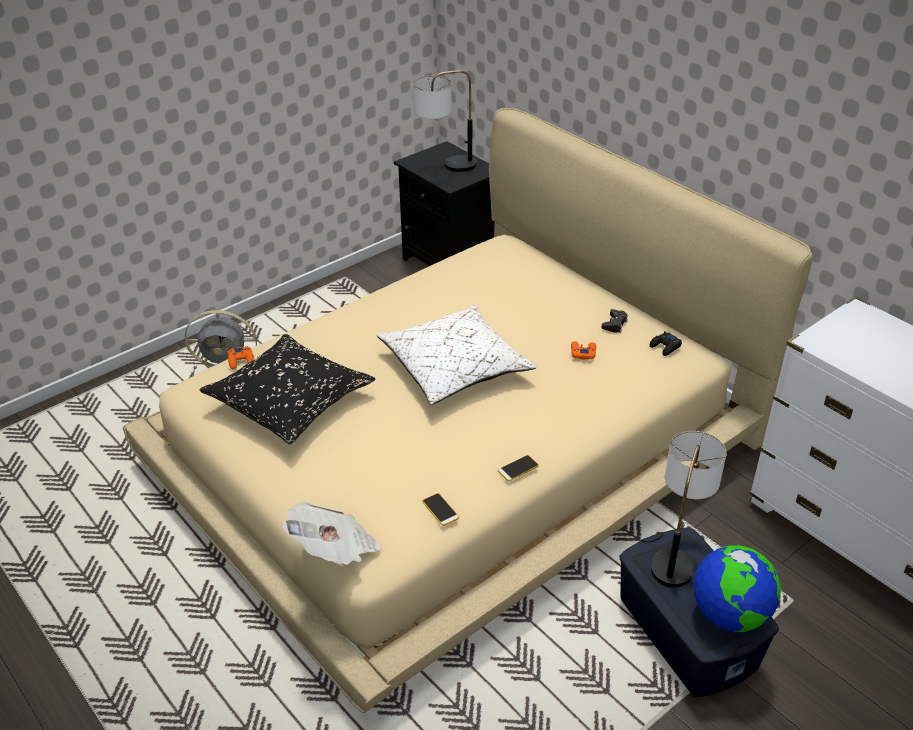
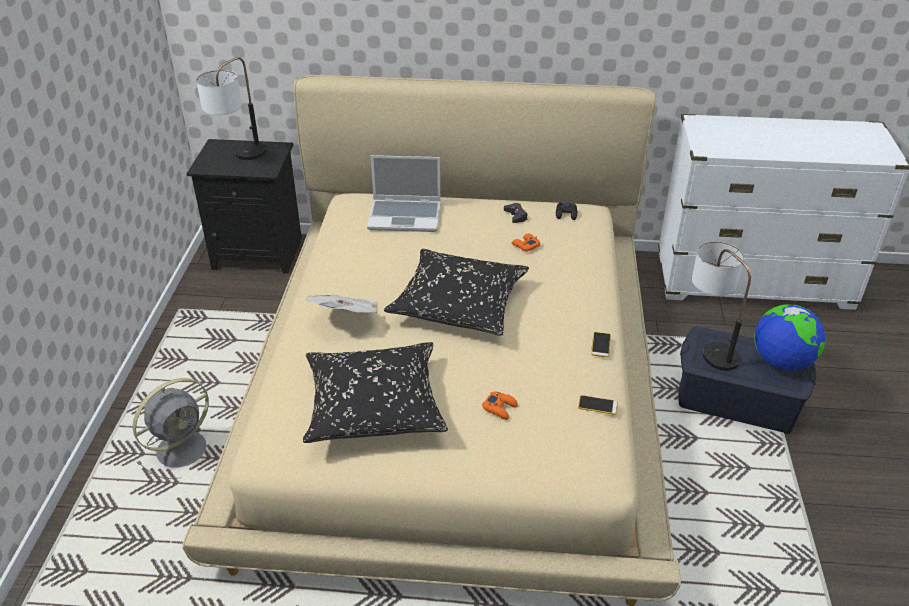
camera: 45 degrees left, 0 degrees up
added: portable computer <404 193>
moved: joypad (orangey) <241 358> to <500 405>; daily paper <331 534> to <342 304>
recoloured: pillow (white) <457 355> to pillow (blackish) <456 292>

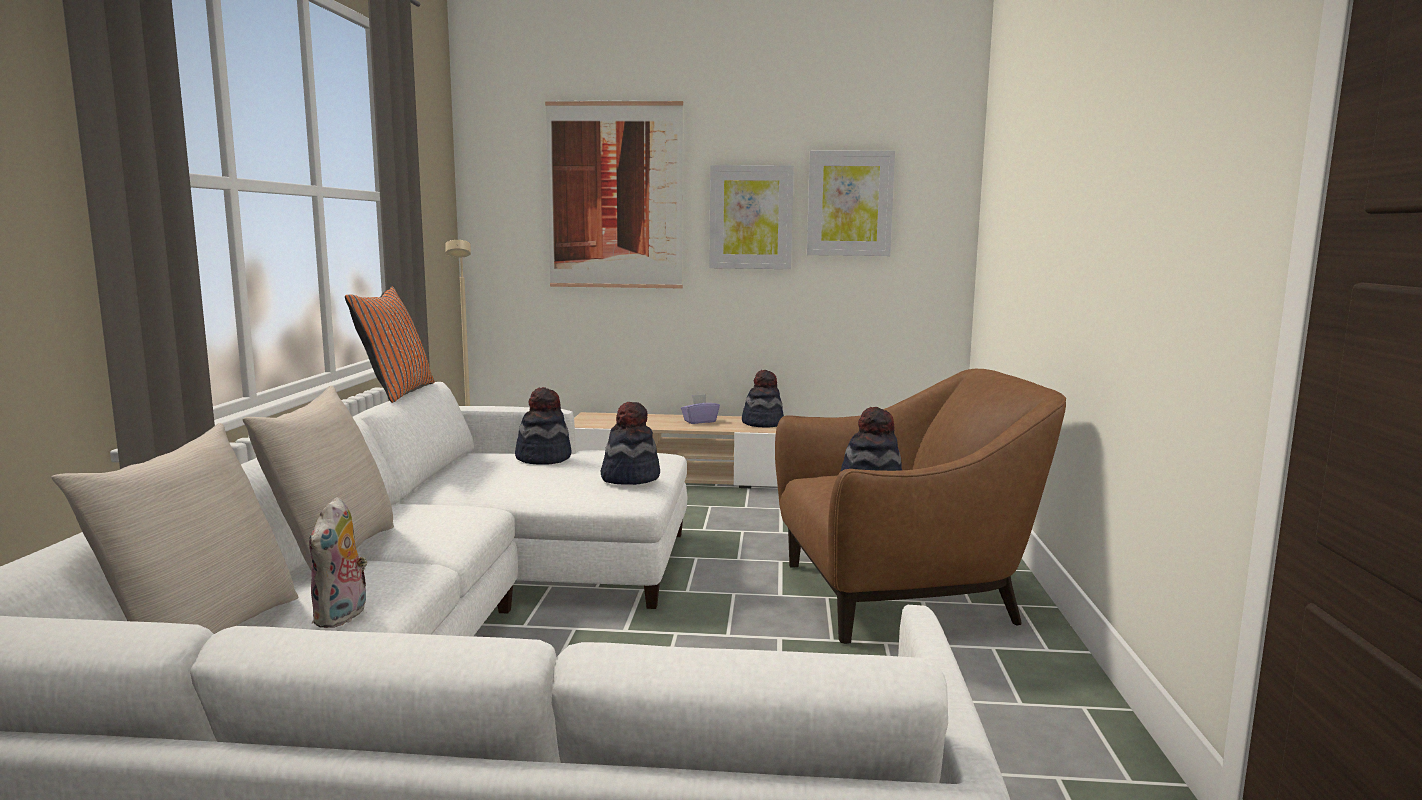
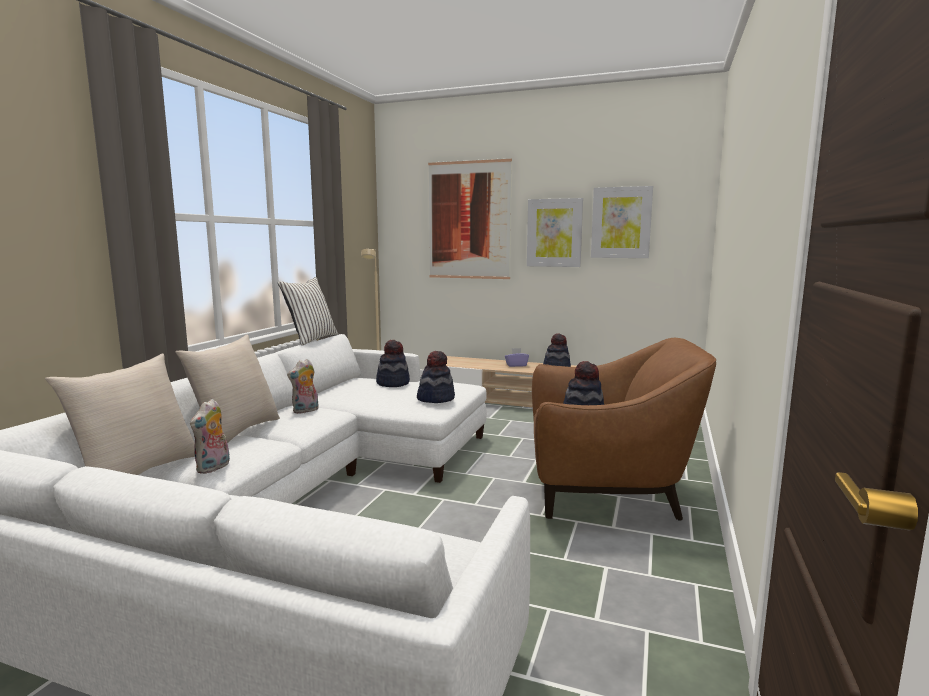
camera: 15 degrees right, 0 degrees up
added: cuddly toy <303 386>
recoloured: pillow (orangey) <389 345> to pillow (white) <308 311>

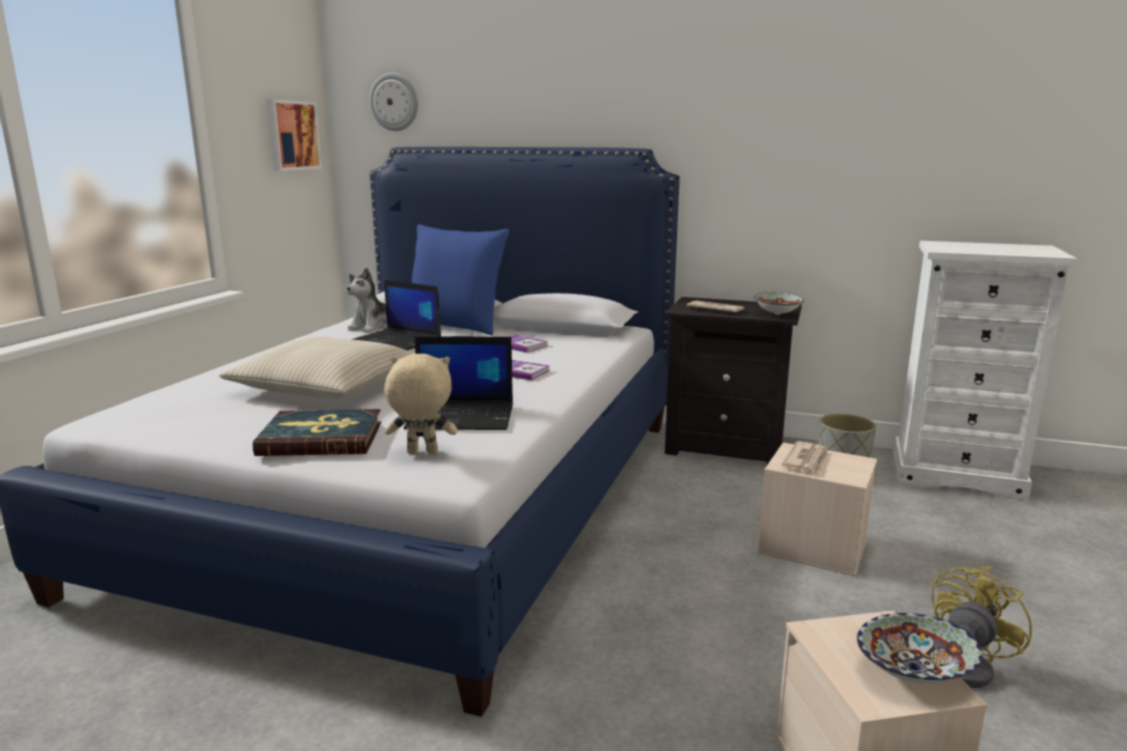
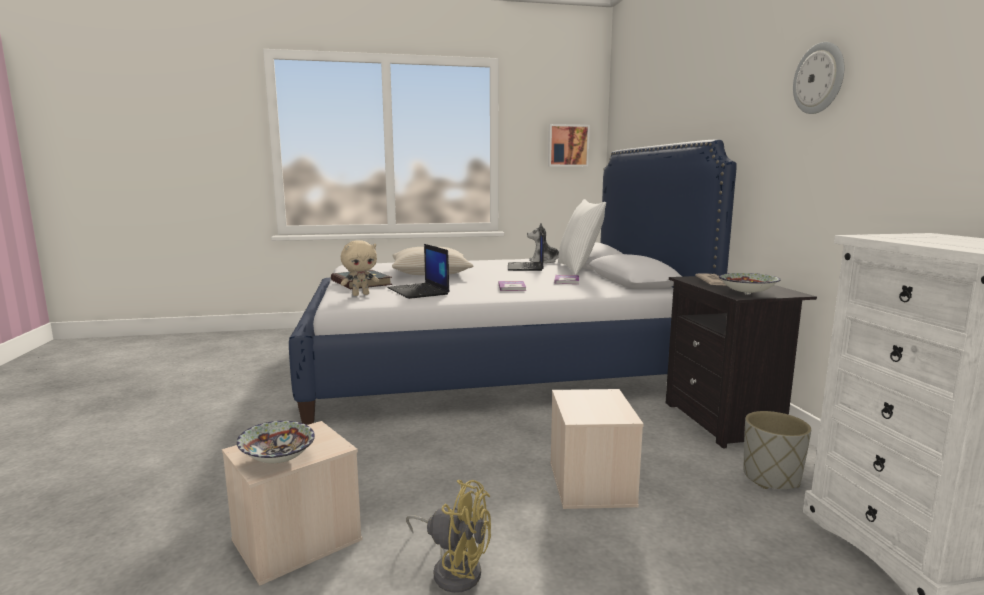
camera: 60 degrees right, 5 degrees down
removed: daily paper <805 457>
moved: wall clock <393 102> to <818 78>
recoloured: pillow (blue) <461 279> to pillow (white) <582 237>
turned: cuddly toy (beige-coloured) <420 404> = <360 268> 90 degrees clockwise

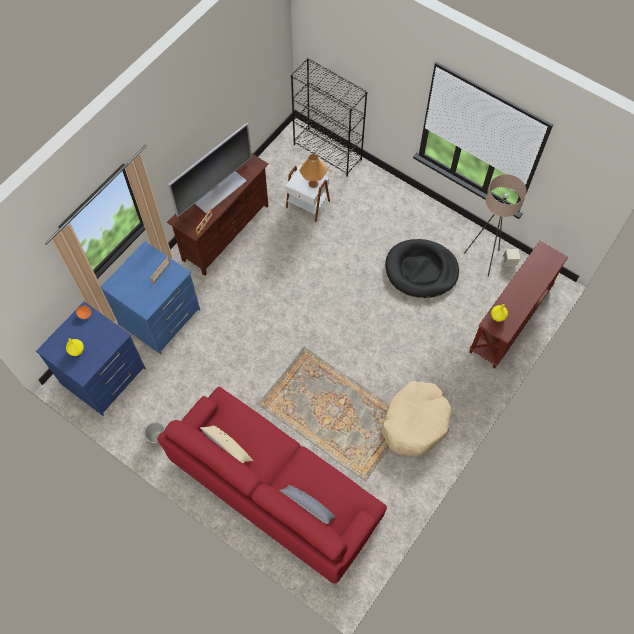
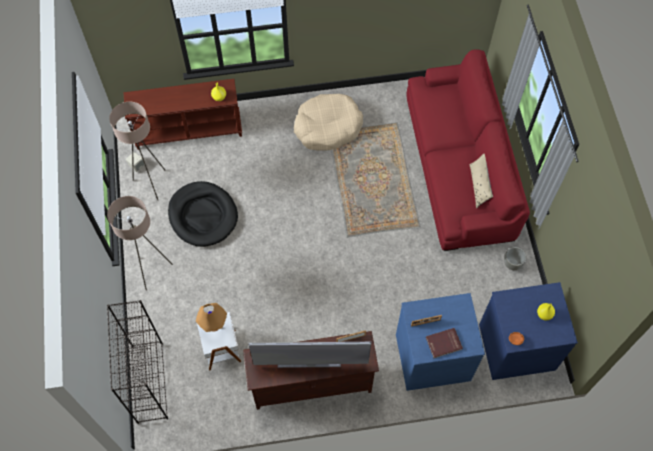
camera: 135 degrees left, 0 degrees up
removed: pillow (greyish) <307 504>
added: standard lamp (beige-coloured) <140 243>; book (reddish) <444 343>

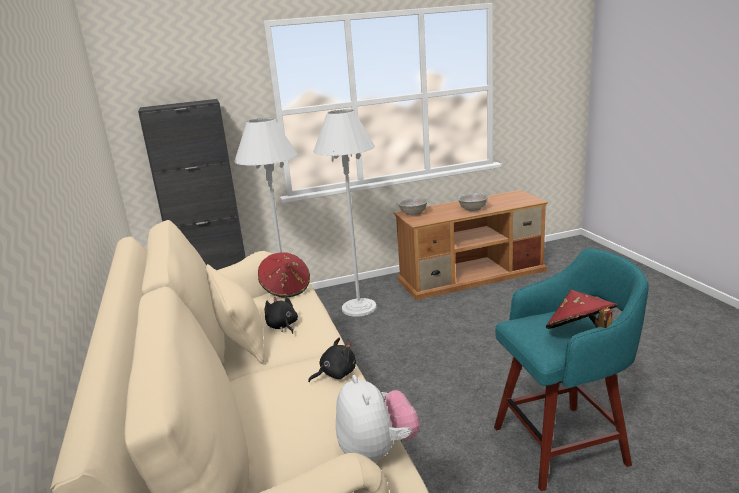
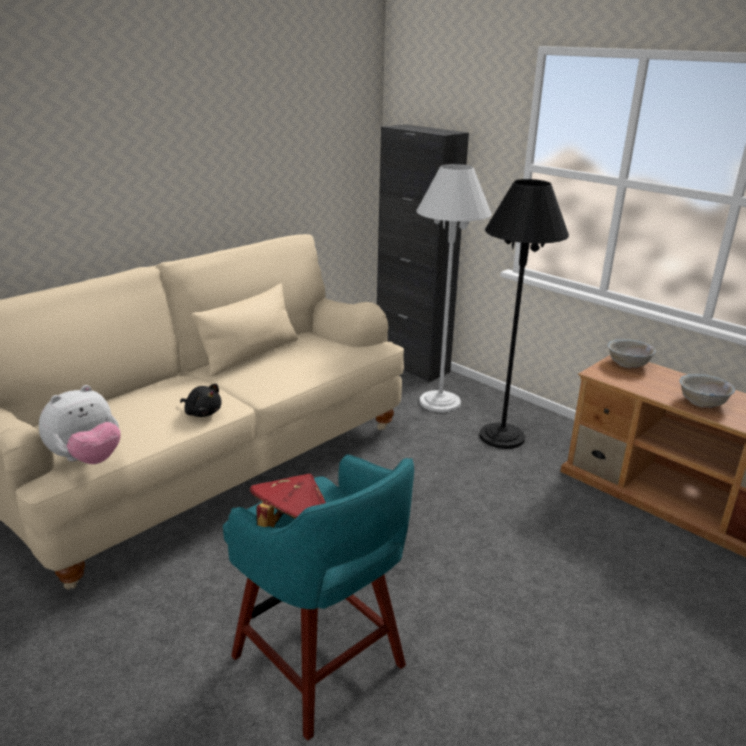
camera: 60 degrees right, 5 degrees up
removed: clothing hat (reddish) <284 274>; cuddly toy (blackish) <281 314>
recoloured: standard lamp (white) <345 213> to standard lamp (blackish) <524 314>

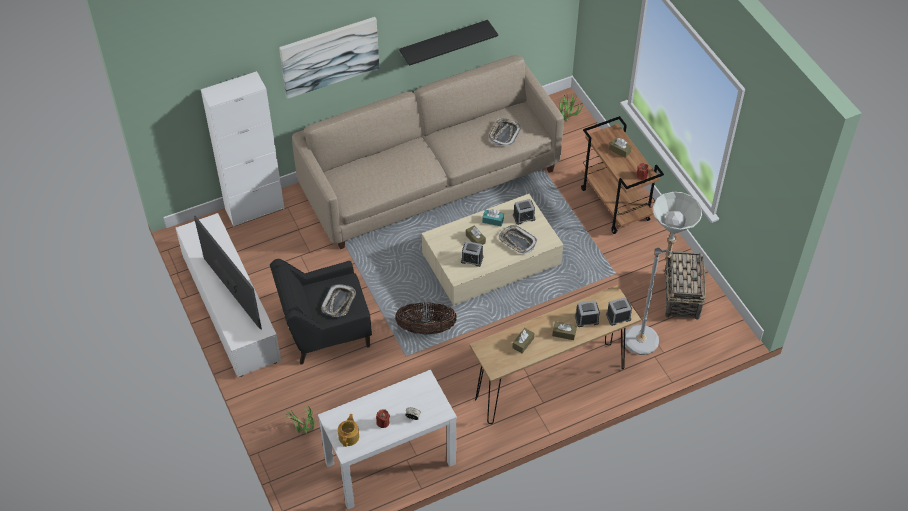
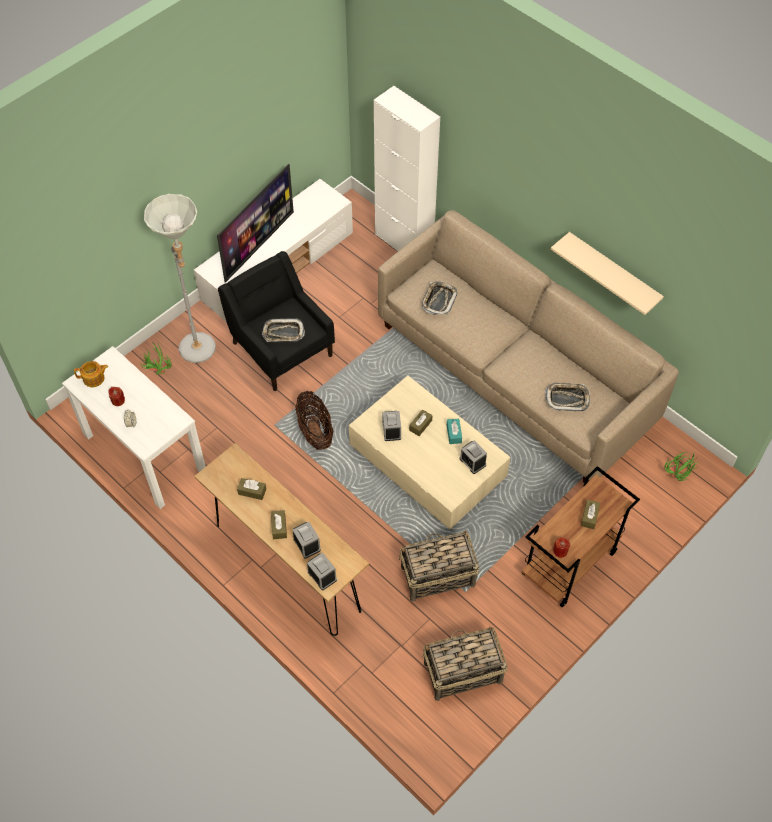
camera: 70 degrees right, 5 degrees up
removed: picture <329 58>
added: storage basket <439 566>
moved: serving tray <517 239> to <439 298>; standard lamp (greyish) <662 273> to <180 278>
recoloured: shelf (blackish) <448 43> to shelf (beige-coloured) <607 273>

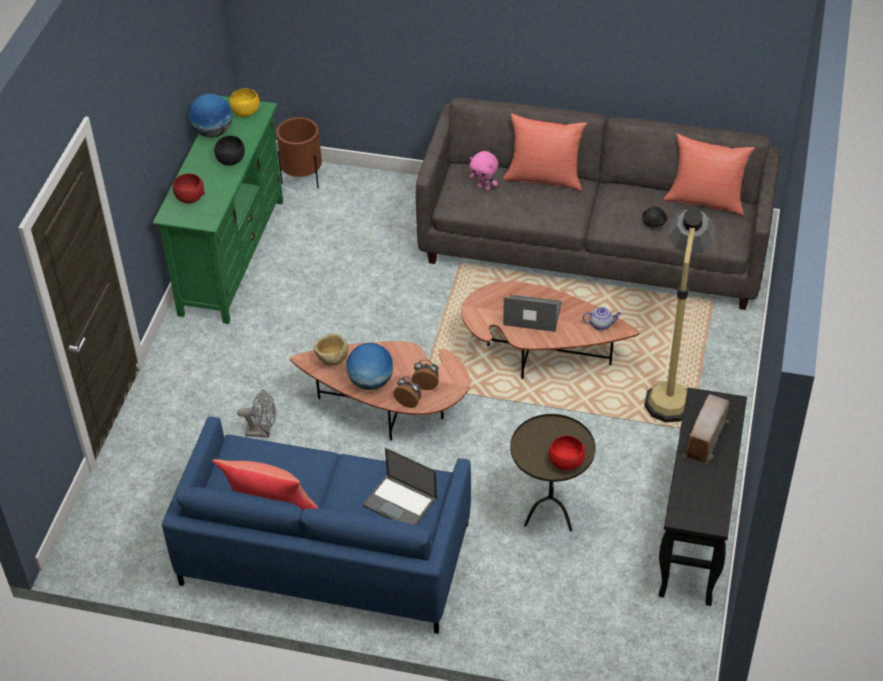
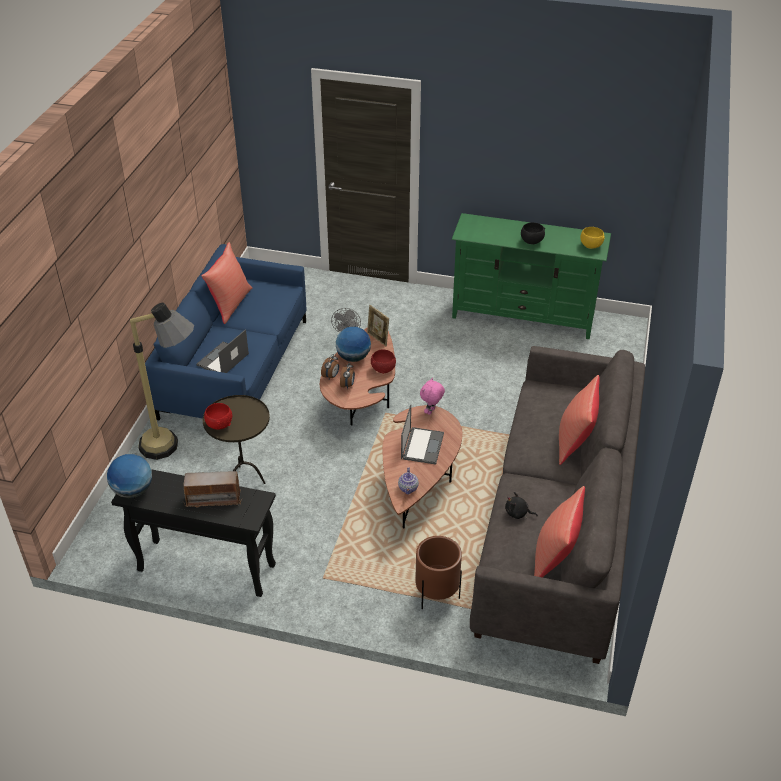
camera: 90 degrees right, 5 degrees down
moved: bowl (reddish) <189 188> to <383 361>; world globe <210 116> to <129 476>; flower pot (brownish) <299 152> to <438 572>; cuddly toy (pinkish) <484 171> to <432 396>; standard lamp <680 315> to <162 381>
replaced: bowl (beige-coloured) <331 350> to standing frame <378 325>
turned: radio set <706 429> = <212 489> 150 degrees clockwise

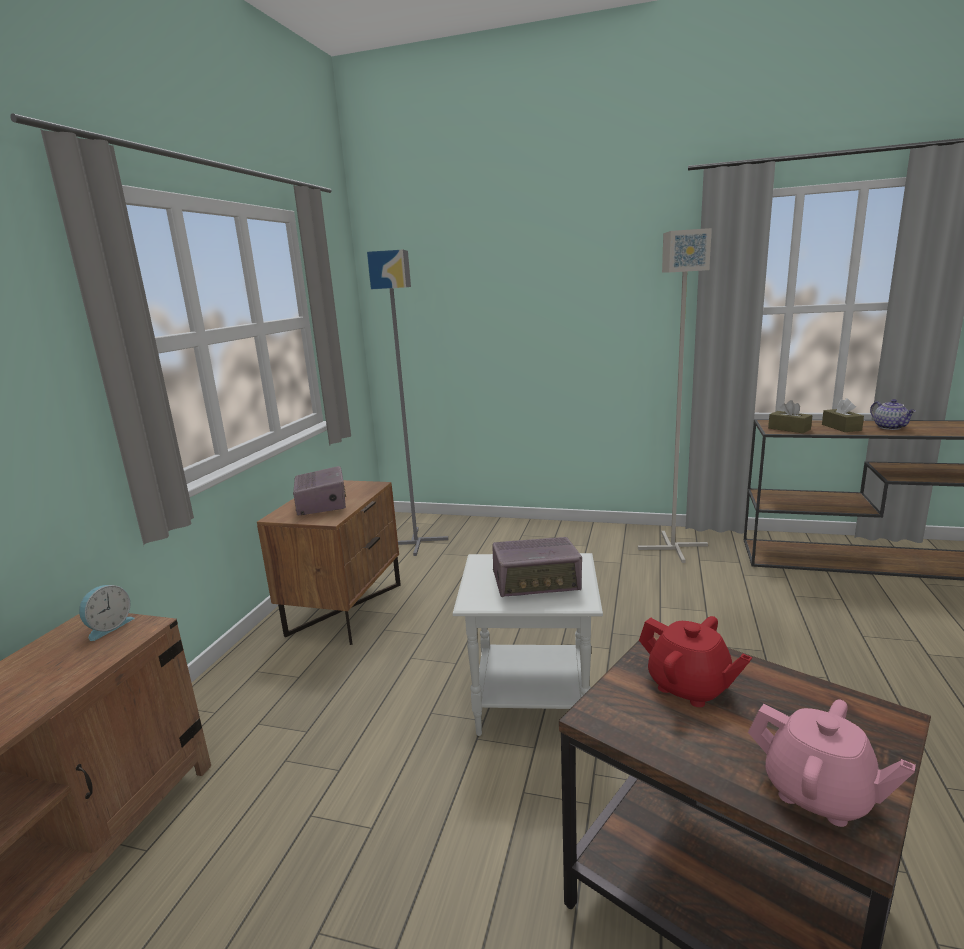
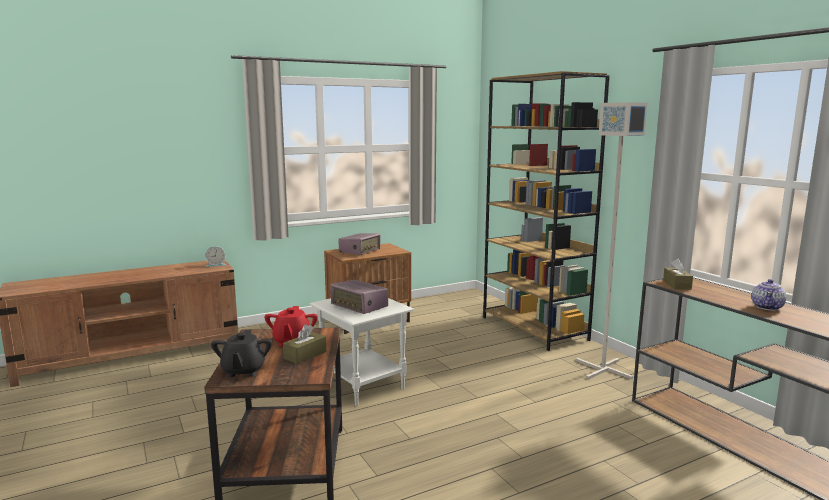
camera: 45 degrees right, 5 degrees down
removed: standard lamp (greyish) <407 403>
added: bookshelf (brownish) <546 211>
moved: box of tissues (brownish) <843 415> to <304 344>
recoloured: tea pot (pinkish) <832 763> to tea pot (blackish) <241 353>

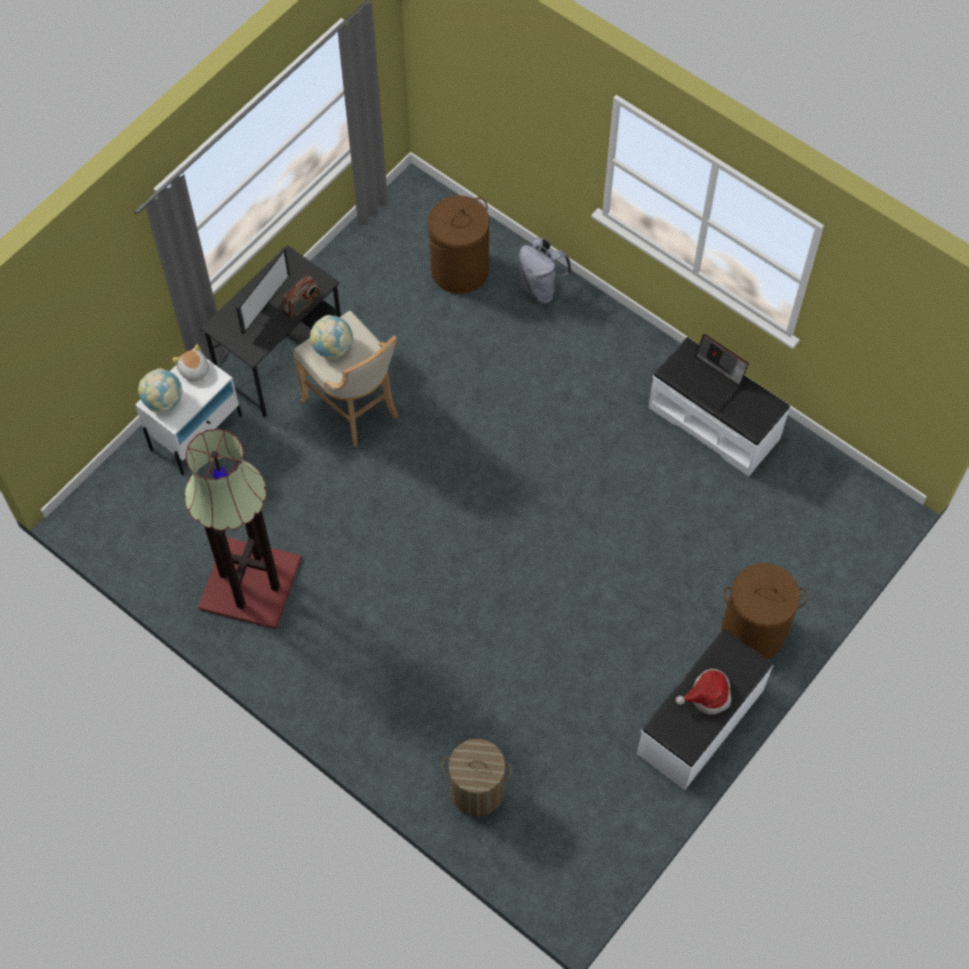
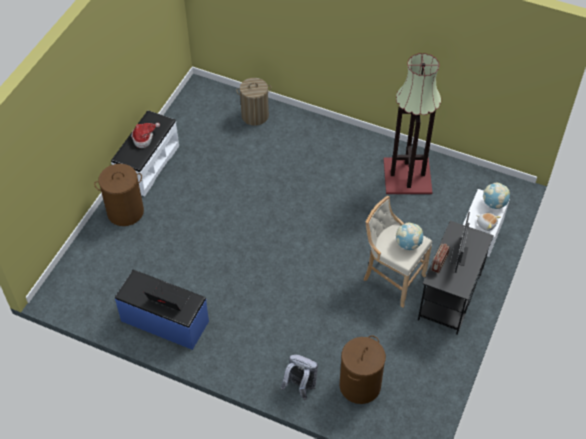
camera: 165 degrees right, 10 degrees down
recoloured: indoor bench (white) <719 407> to indoor bench (blue) <162 310>

